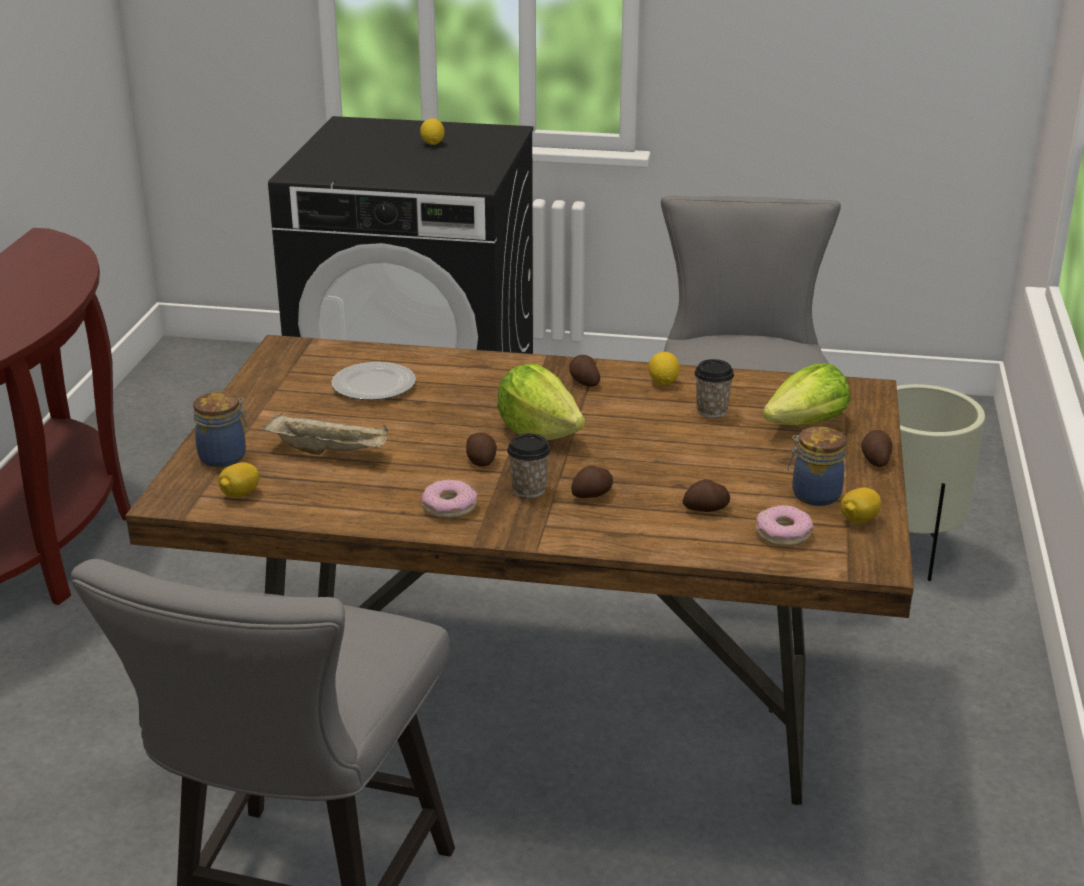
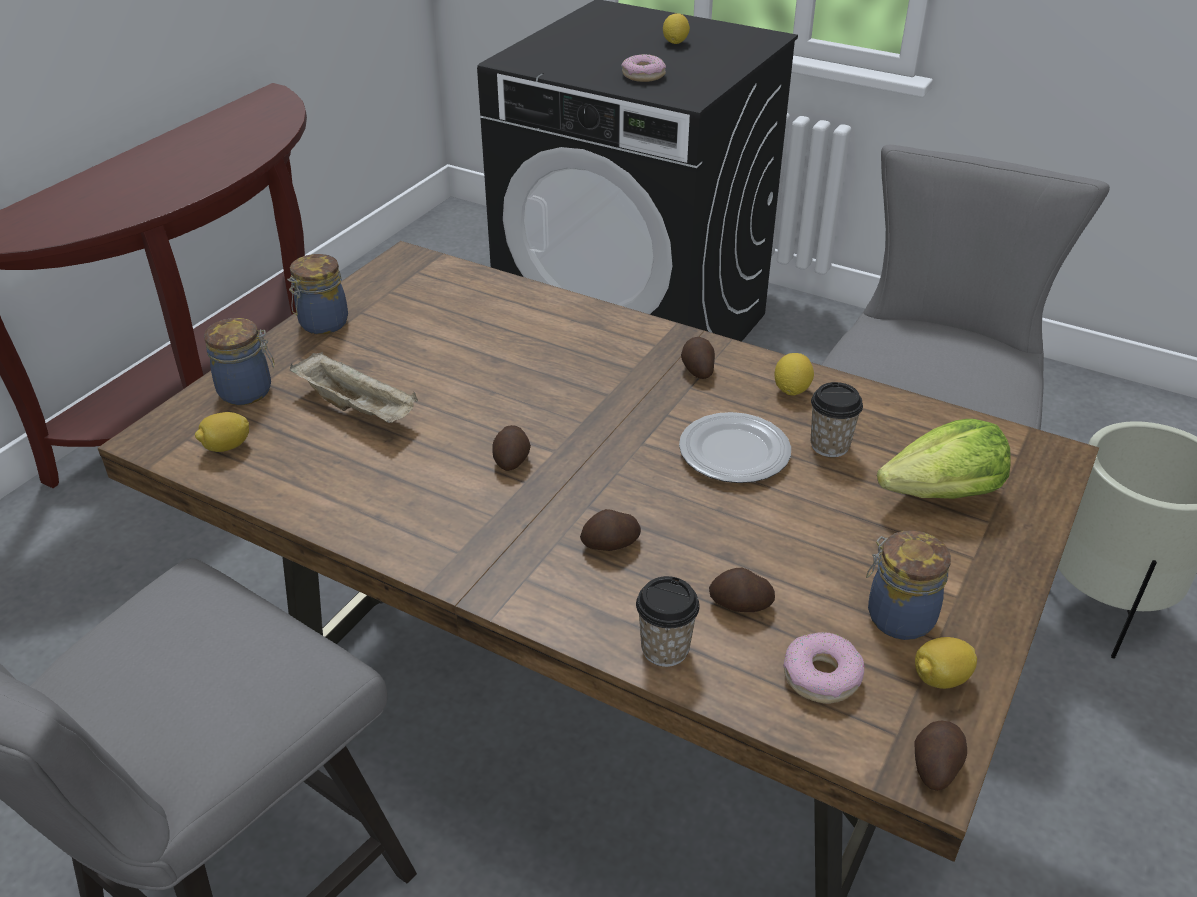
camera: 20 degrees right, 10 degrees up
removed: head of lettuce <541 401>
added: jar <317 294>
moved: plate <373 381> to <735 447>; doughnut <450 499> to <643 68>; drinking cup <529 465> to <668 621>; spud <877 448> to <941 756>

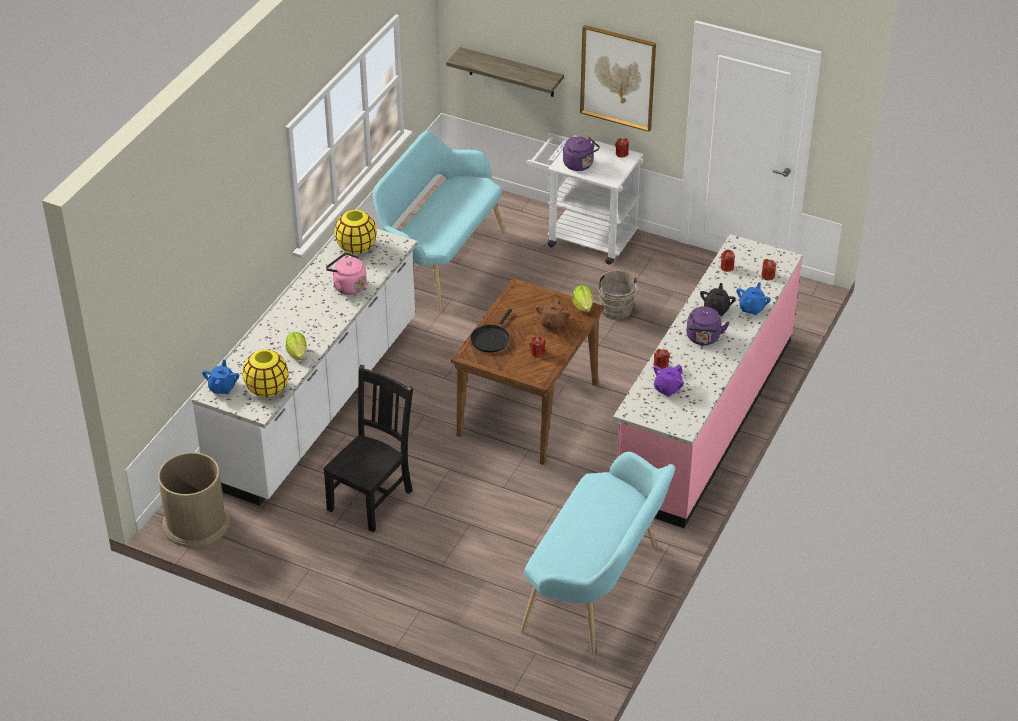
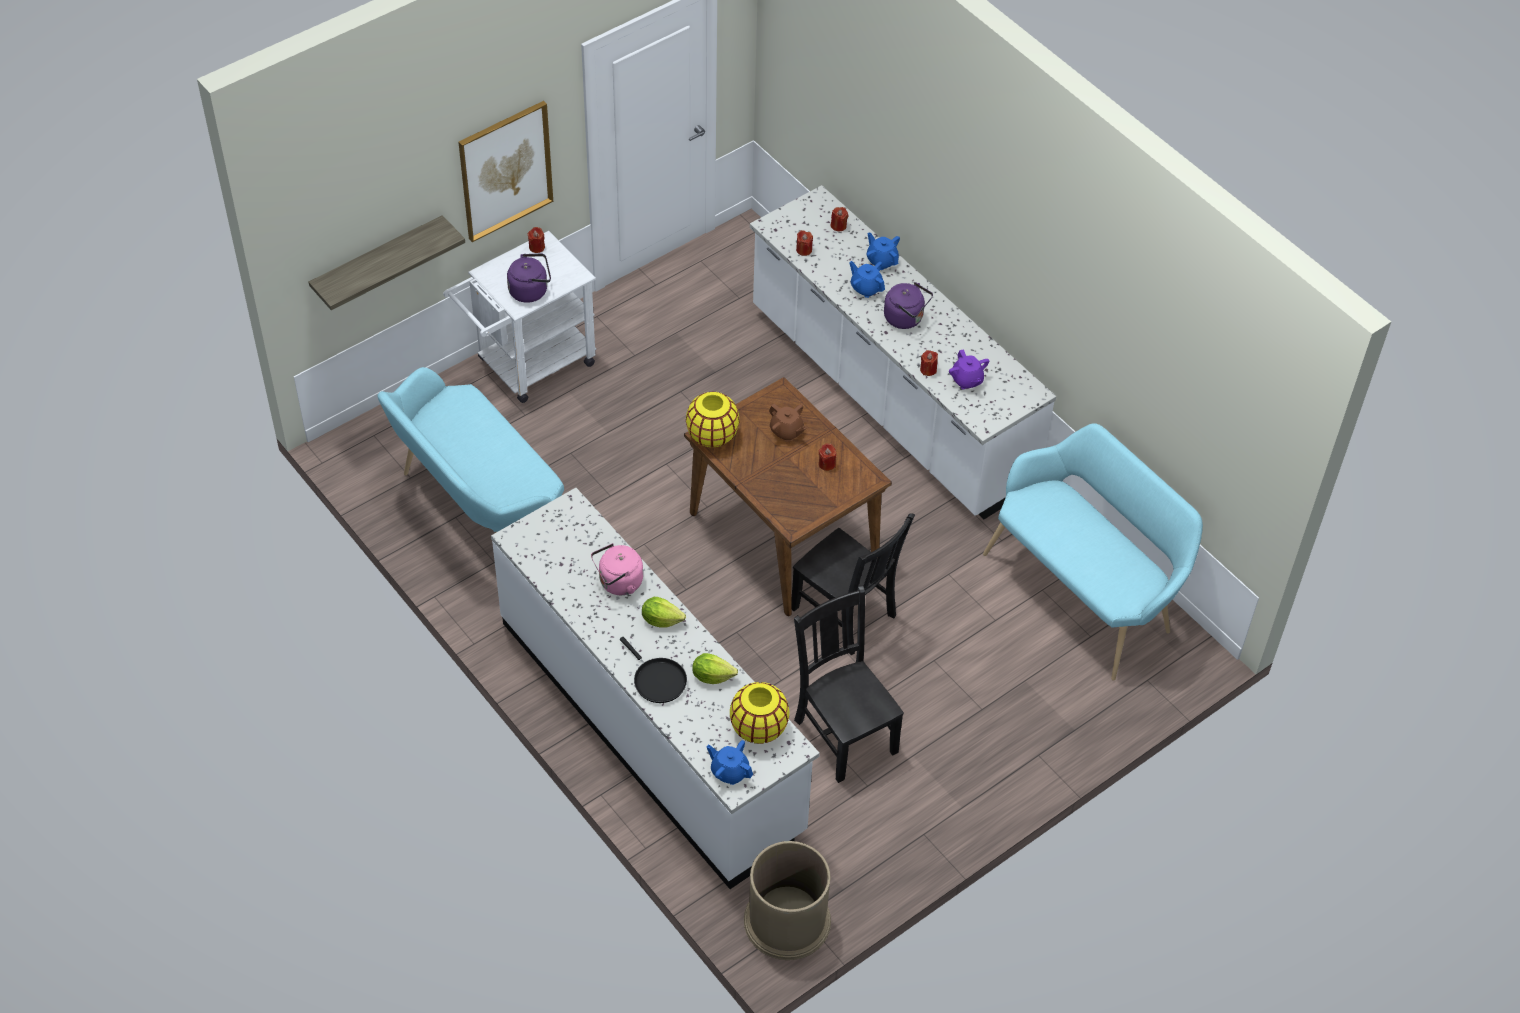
camera: 65 degrees left, 10 degrees up
removed: water bucket (brownish) <618 295>
added: upright chair (blackish) <853 584>
moved: vase (yellow) <356 232> to <712 419>; pan (blackish) <491 330> to <653 670>; head of lettuce <582 298> to <664 612>
recoloured: counter (pinkish) <708 381> to counter (white) <903 352>; tea pot (blackish) <718 299> to tea pot (blue) <867 279>

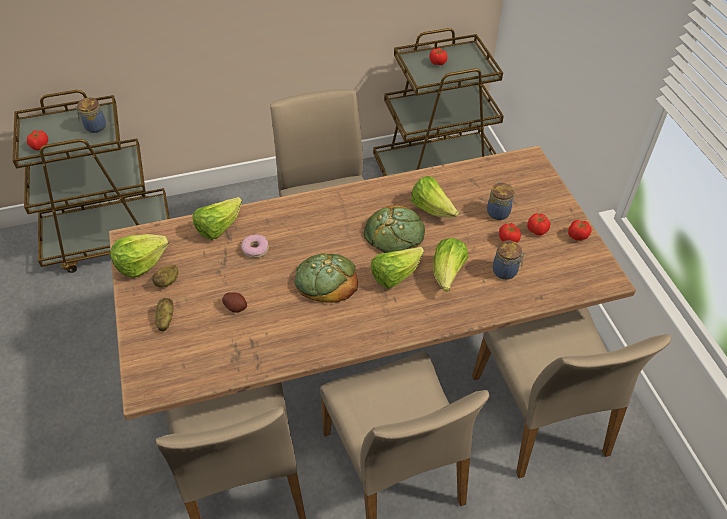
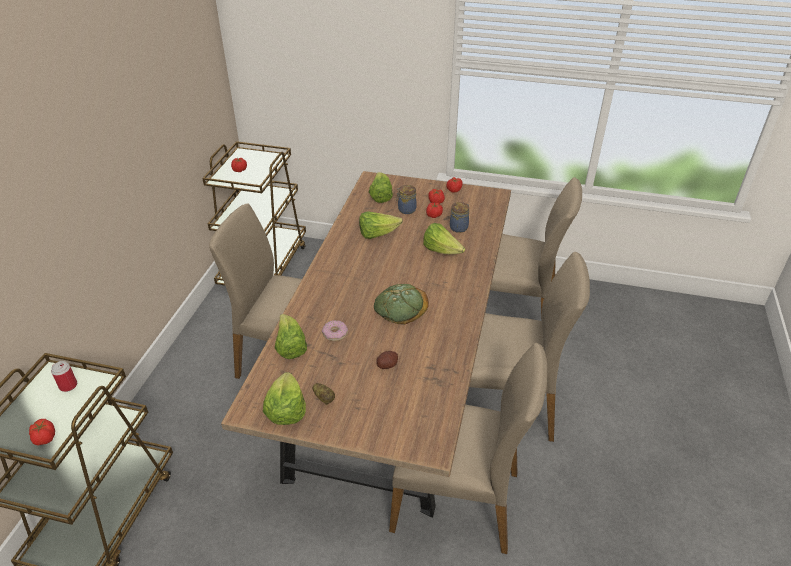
camera: 60 degrees left, 10 degrees down
removed: spud <164 314>; bakery bread <394 229>
moved: head of lettuce <397 268> to <381 187>
replaced: jar <90 115> to can <64 376>

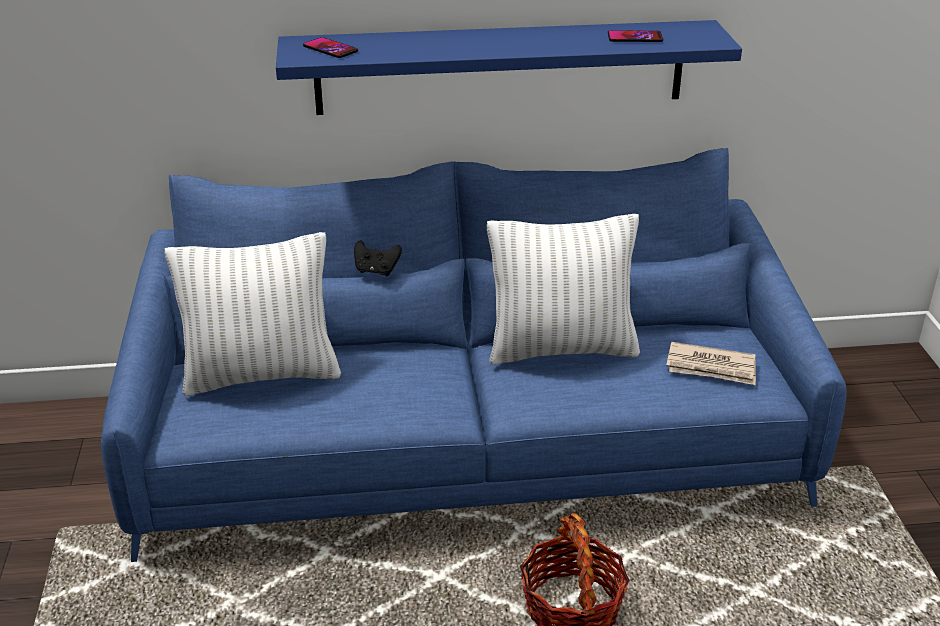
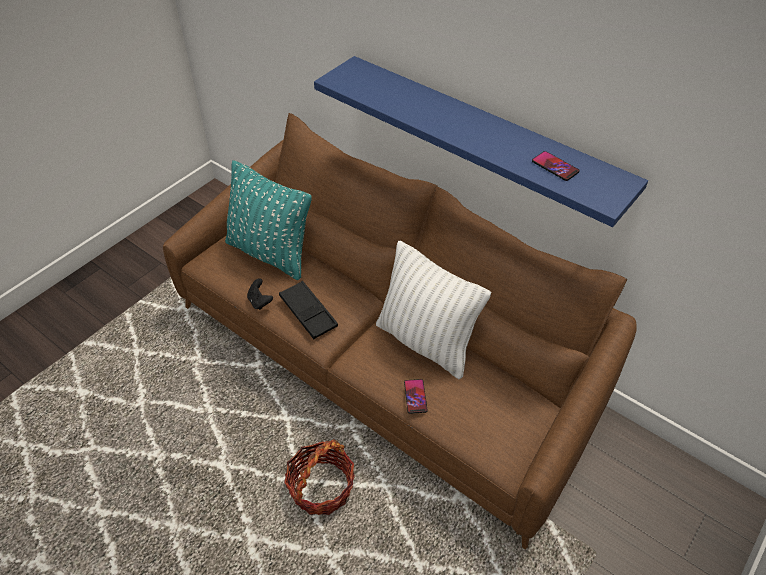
camera: 45 degrees right, 15 degrees up
removed: daily paper <711 363>
added: serving tray (blackish) <308 310>
moved: telephone <330 47> to <415 396>; joypad (blackish) <378 258> to <260 294>
recoloured: settee (blue) <473 355> to settee (brownish) <400 331>; pillow (white) <253 314> to pillow (turquoise) <268 220>

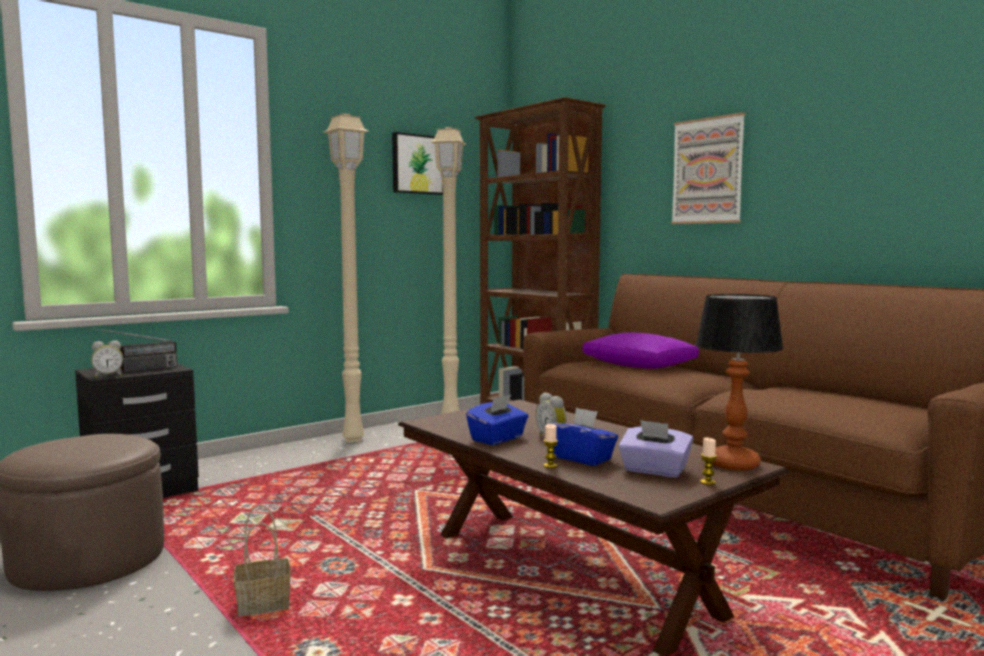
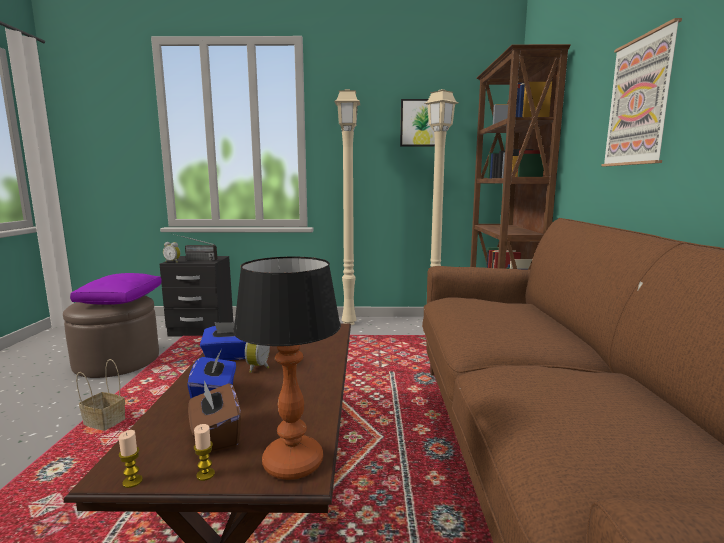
camera: 40 degrees right, 5 degrees up
moved: wax candle <550 446> to <130 459>; pillow (purplish) <641 350> to <116 289>
recoloured: box of tissues (purplish) <655 449> to box of tissues (brownish) <214 416>

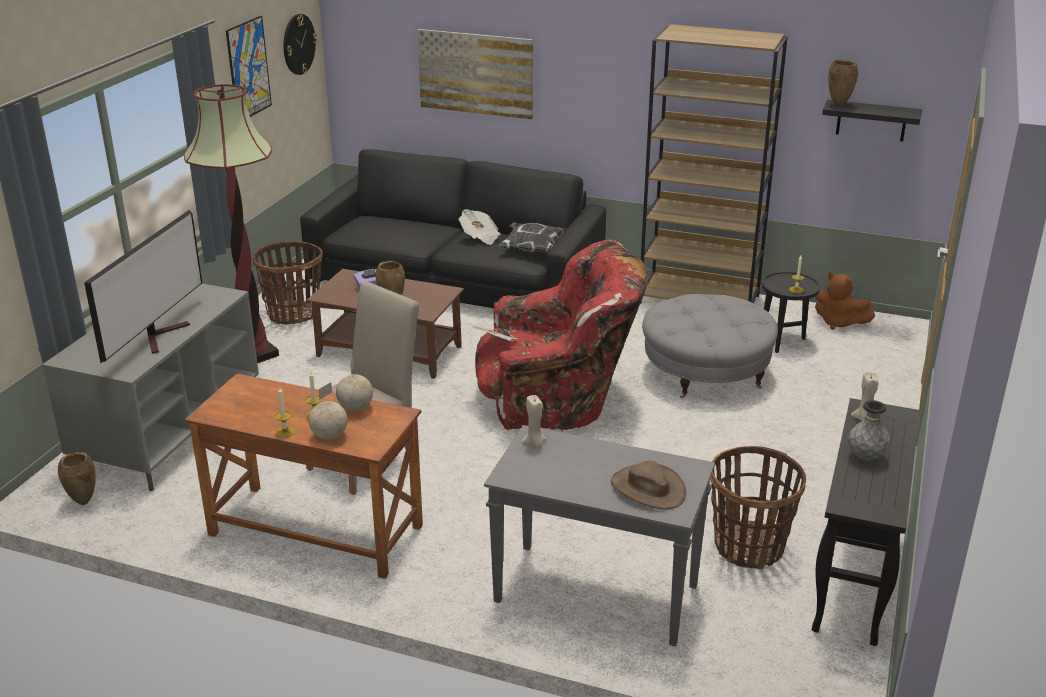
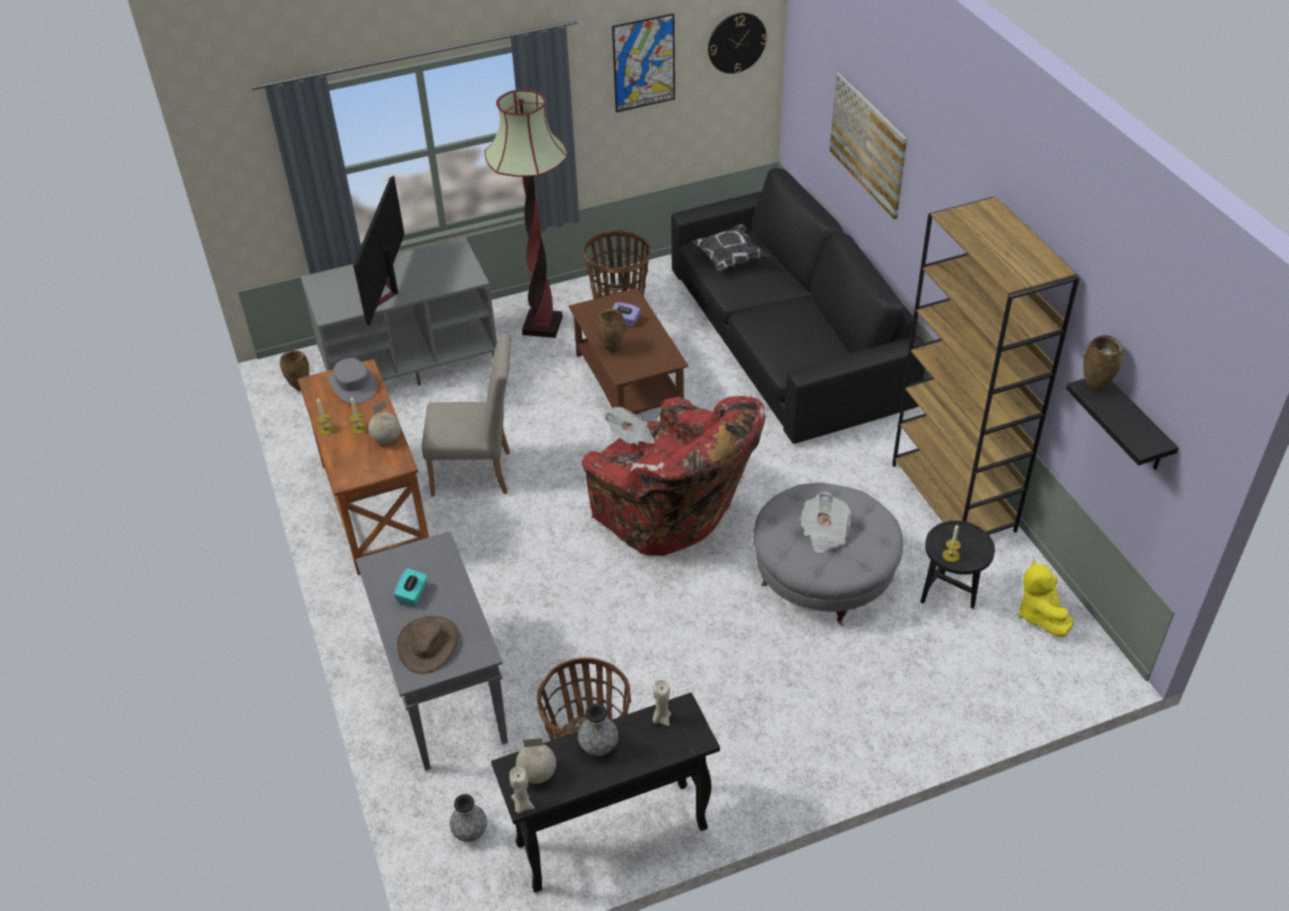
camera: 50 degrees right, 15 degrees up
added: clothing hat (greyish) <352 381>; box of tissues (turquoise) <410 587>; vase (greyish) <468 818>
moved: world globe <328 411> to <536 761>; daily paper <480 227> to <826 522>; pillow <532 237> to <730 247>; wax candle (beige-coloured) <534 421> to <522 790>
recoloured: cuddly toy (brownish) <845 301> to cuddly toy (yellow) <1046 598>
turned: TV set <143 286> = <379 251> 120 degrees clockwise

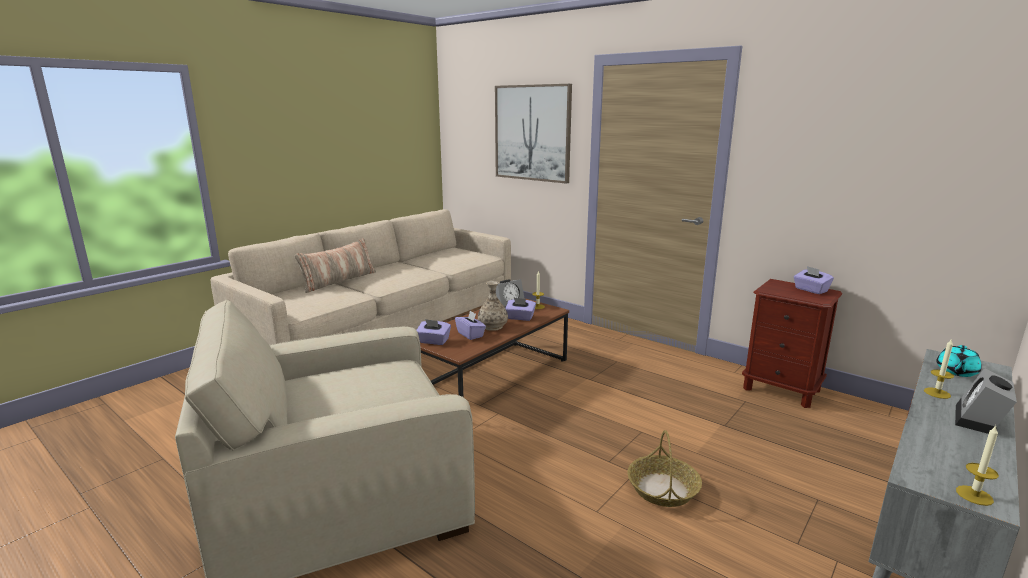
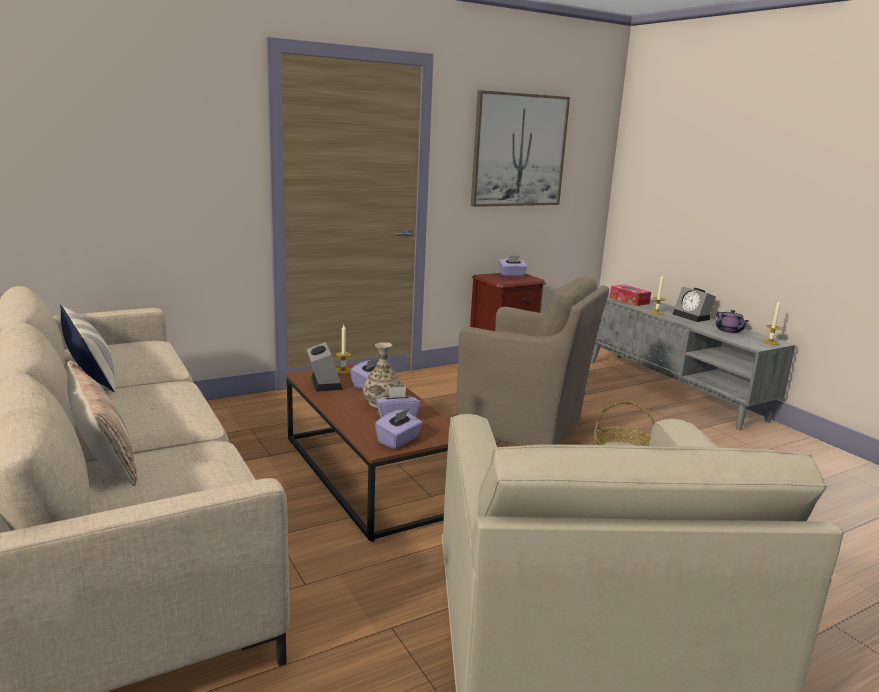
camera: 70 degrees left, 0 degrees up
added: pillow <87 348>; easy chair (brownish) <532 361>; tea pot (purplish) <732 321>
moved: picture <533 134> to <520 148>
replaced: tea pot (turquoise) <959 361> to box of tissues <630 295>

